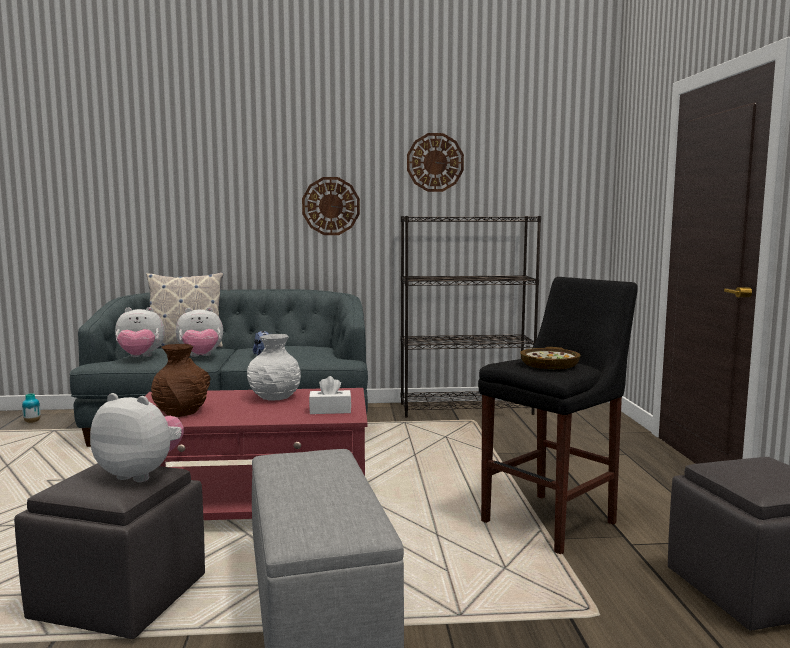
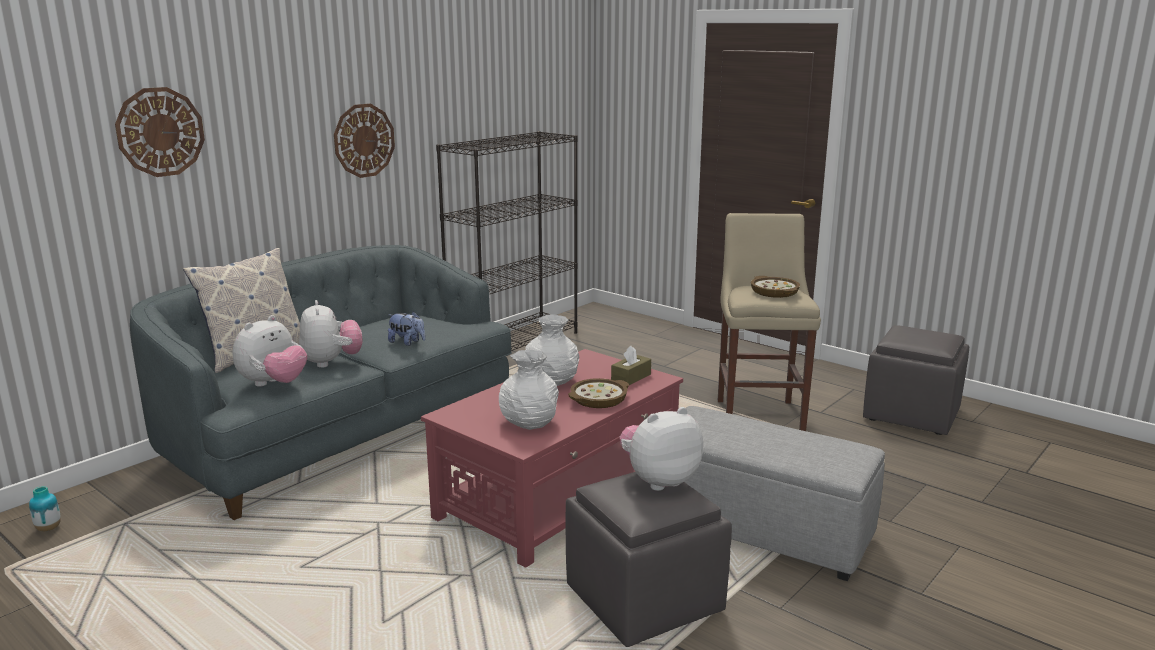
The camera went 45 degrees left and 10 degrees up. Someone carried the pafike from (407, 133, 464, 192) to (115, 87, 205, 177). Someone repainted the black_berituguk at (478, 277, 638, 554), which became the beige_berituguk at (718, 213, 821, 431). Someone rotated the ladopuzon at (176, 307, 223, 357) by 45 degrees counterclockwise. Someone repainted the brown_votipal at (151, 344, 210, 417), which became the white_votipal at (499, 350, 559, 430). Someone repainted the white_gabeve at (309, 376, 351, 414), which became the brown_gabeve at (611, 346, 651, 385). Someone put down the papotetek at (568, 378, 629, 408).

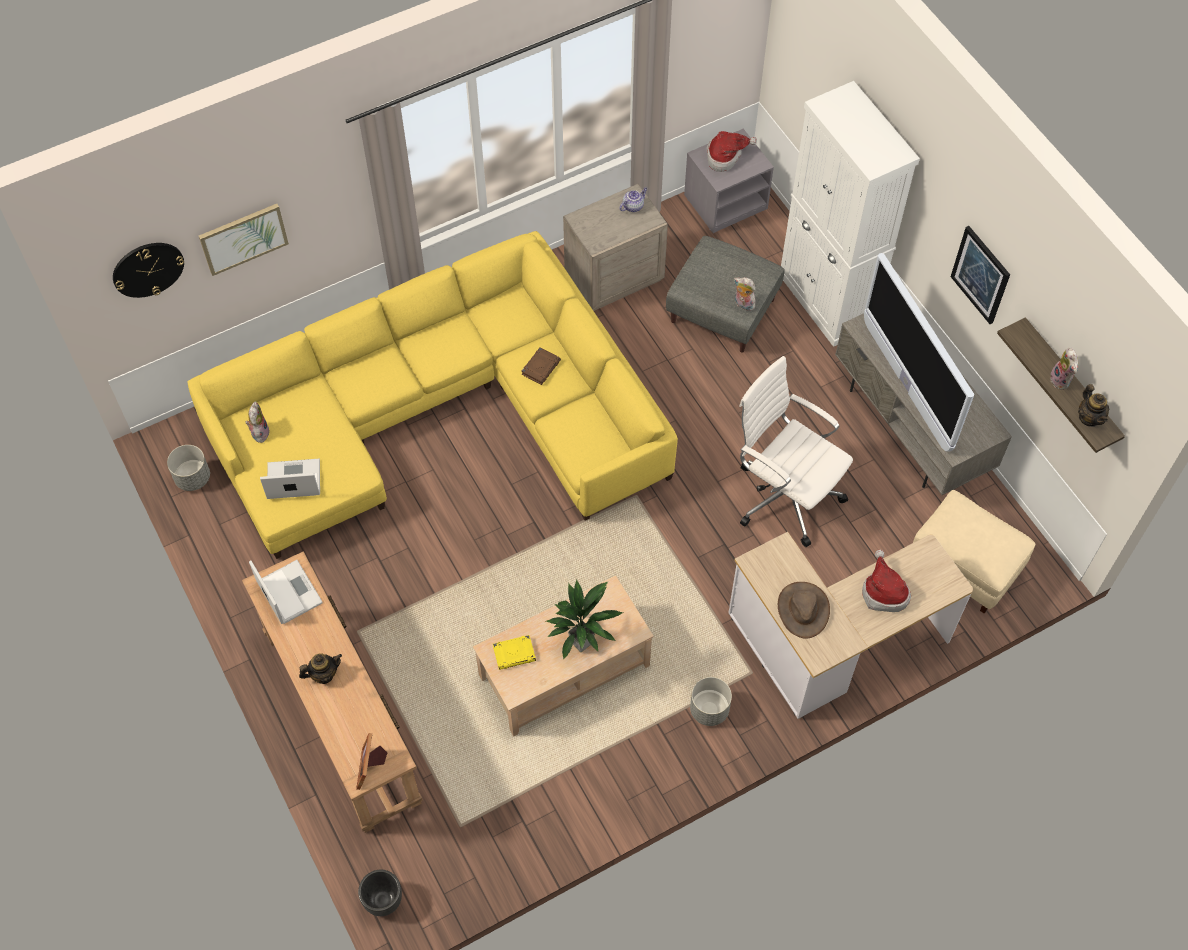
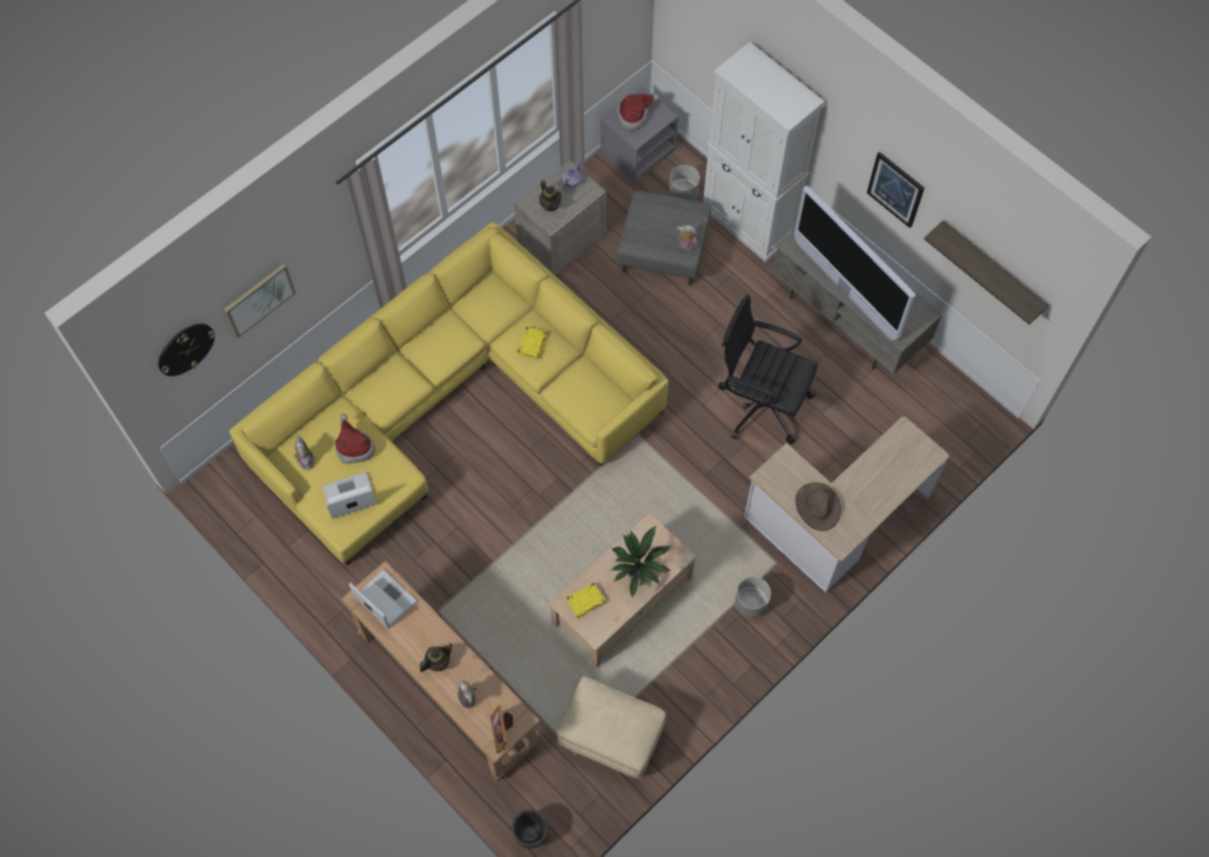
The camera went 15 degrees left and 5 degrees up. Someone repainted the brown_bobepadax at (521, 347, 561, 385), which became the yellow_bobepadax at (517, 326, 547, 360). Someone carried the ladopuzon from (1048, 347, 1079, 390) to (458, 680, 477, 709). Someone repainted the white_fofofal at (739, 356, 853, 547), which became the black_fofofal at (718, 294, 818, 445). Someone carried the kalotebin from (1078, 384, 1109, 427) to (539, 180, 561, 211). Someone carried the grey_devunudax from (167, 445, 210, 491) to (669, 165, 700, 200). Someone carried the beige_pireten from (913, 490, 1036, 613) to (557, 676, 666, 780). Someone carried the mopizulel from (862, 550, 911, 612) to (335, 414, 375, 464).

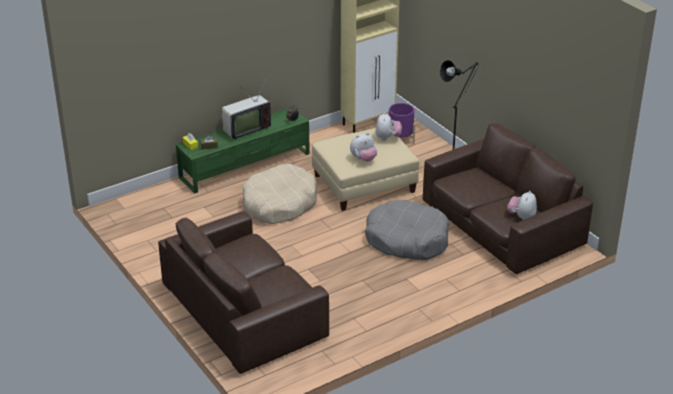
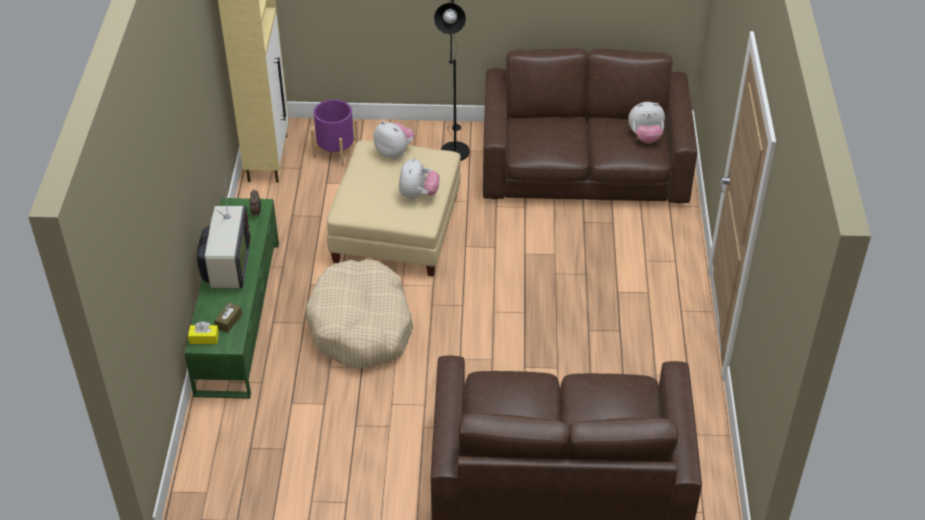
The camera went 55 degrees left and 10 degrees up. Someone rotated the ladopuzon at (507, 191, 537, 220) by 60 degrees counterclockwise. Someone took away the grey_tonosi at (365, 200, 449, 260).

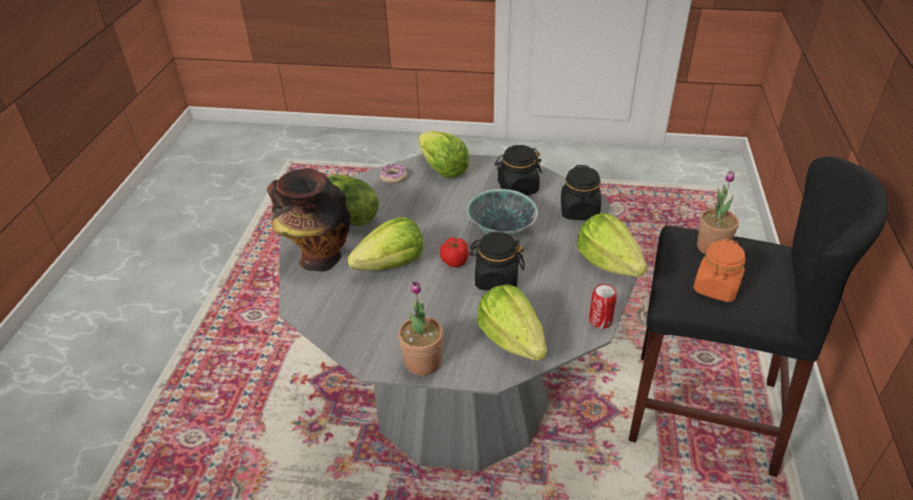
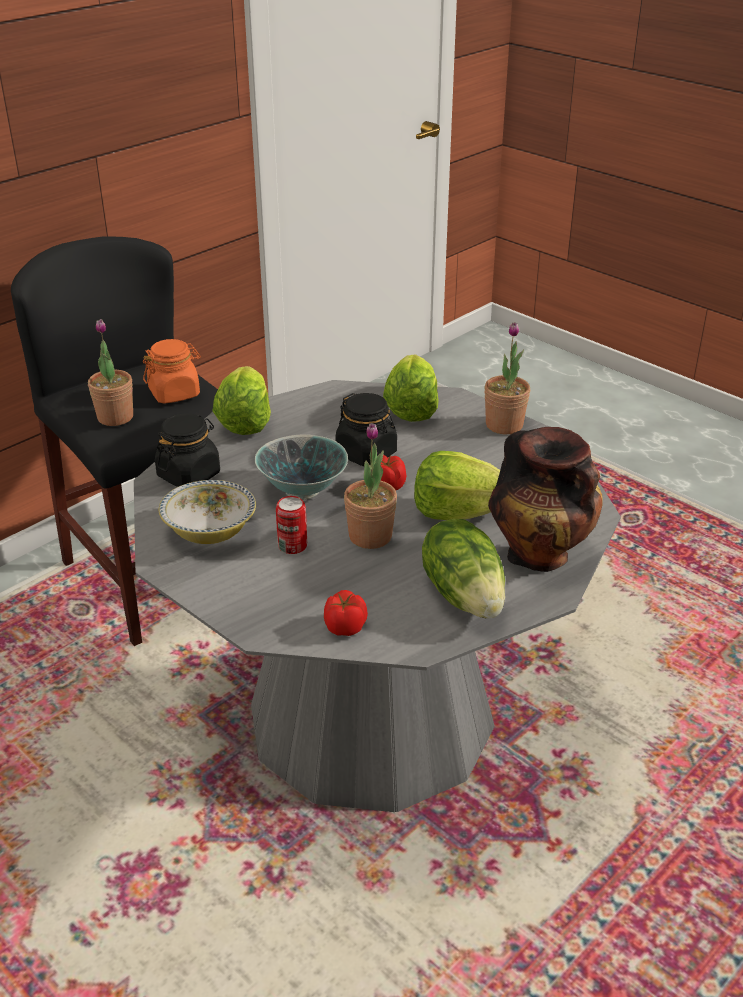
The camera went 145 degrees left and 5 degrees down. Someone took away the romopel at (418, 131, 470, 178). Someone swapped the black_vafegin at (495, 145, 542, 195) for the papotetek at (159, 480, 256, 544). Someone swapped the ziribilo at (380, 164, 407, 184) for the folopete at (324, 590, 368, 636). Someone carried the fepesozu from (589, 284, 617, 329) to (276, 496, 307, 554). Someone put down the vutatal at (344, 423, 397, 549).

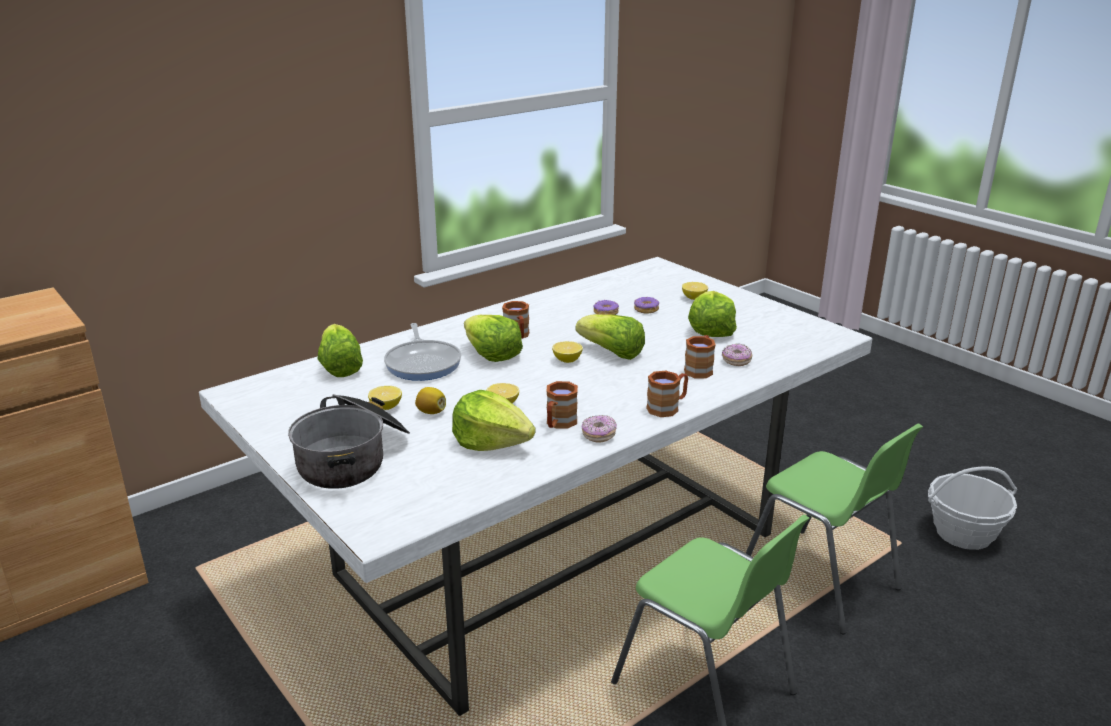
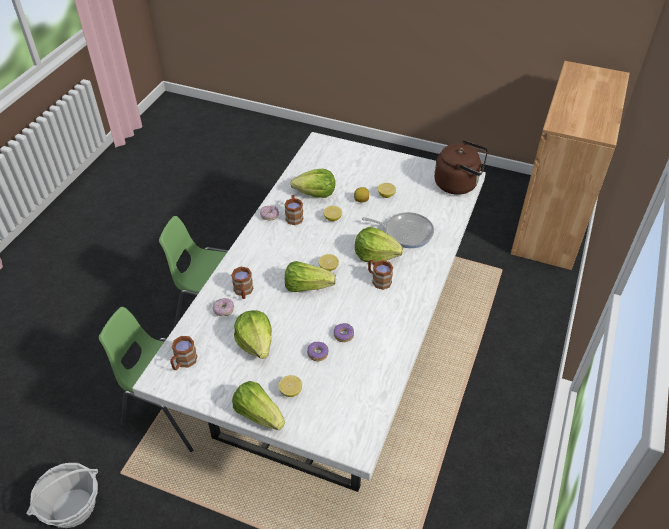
The camera went 150 degrees right and 20 degrees up. Someone rotated the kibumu at (384, 323, 461, 381) by 150 degrees clockwise. Someone carried the romopel from (317, 324, 363, 377) to (232, 381, 285, 430). Someone carried the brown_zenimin from (646, 371, 688, 417) to (170, 336, 197, 370). Someone took away the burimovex at (288, 394, 410, 489). Someone put down the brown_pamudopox at (434, 140, 488, 195).

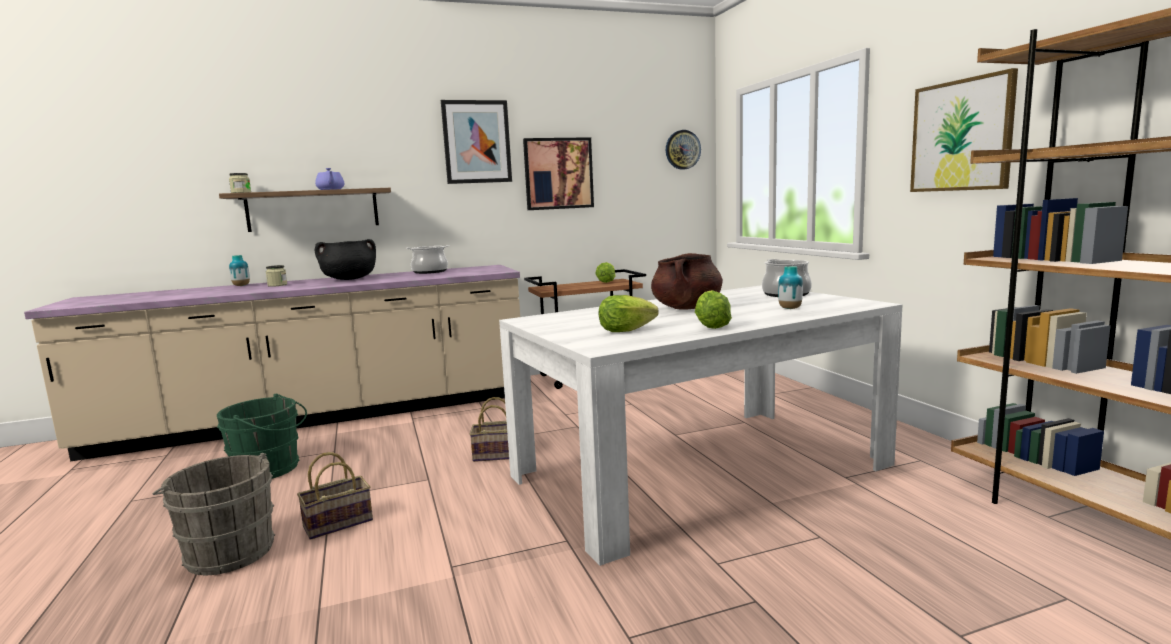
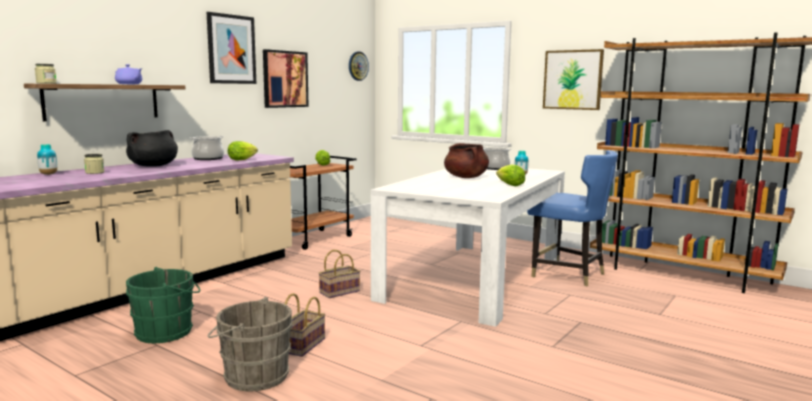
The camera went 35 degrees left and 0 degrees up. Someone carried the romopel from (599, 295, 658, 332) to (228, 141, 258, 161). Someone put down the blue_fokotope at (527, 150, 618, 286).

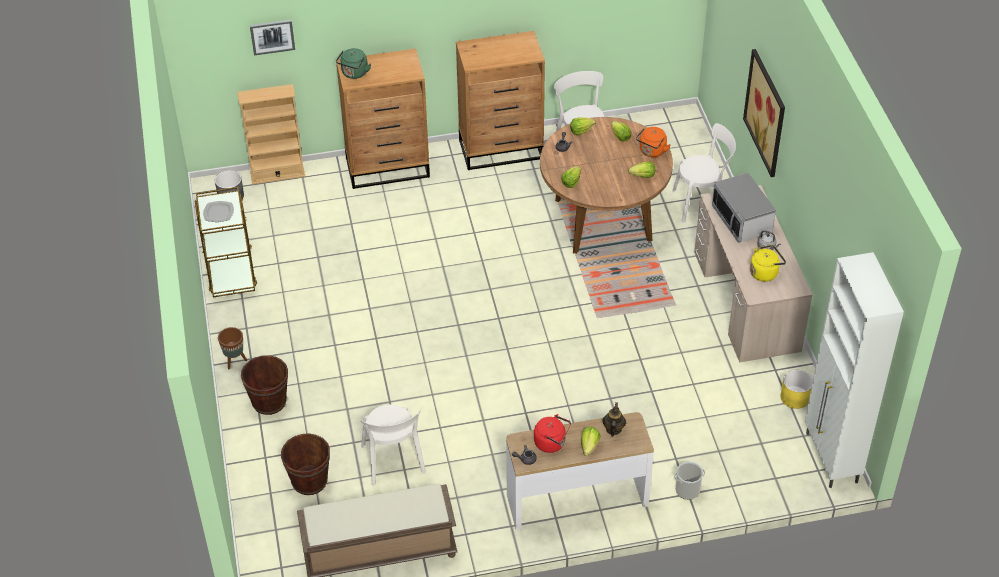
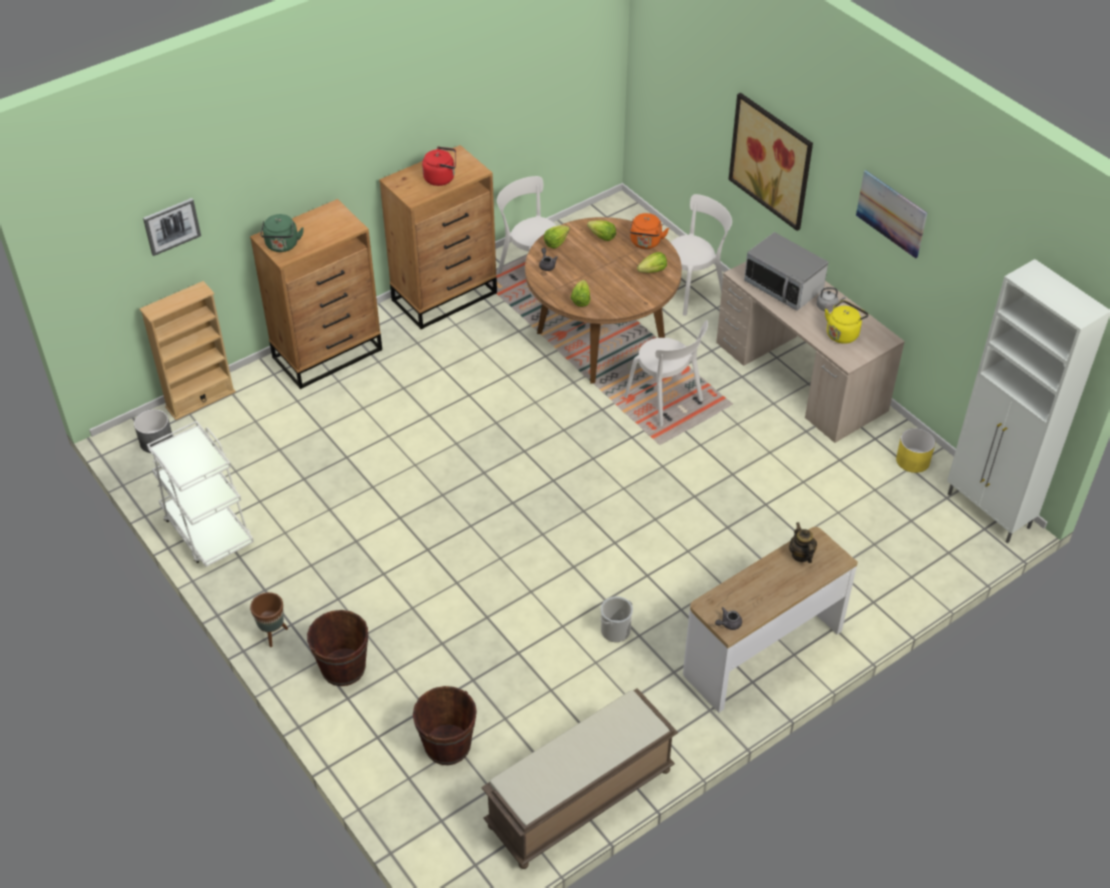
The camera went 25 degrees left and 0 degrees up. Someone repainted the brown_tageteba at (195, 187, 257, 297), which became the white_tageteba at (147, 421, 254, 567). Someone took away the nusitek at (203, 201, 234, 222). Someone carried the white_fokotope from (361, 404, 426, 485) to (624, 320, 708, 427). Someone carried the red_pamudopox from (534, 414, 571, 453) to (422, 146, 456, 186). Someone took away the romopel at (581, 427, 600, 456). Someone carried the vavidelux from (674, 462, 705, 500) to (601, 596, 633, 642). Someone put up the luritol at (856, 170, 927, 258).

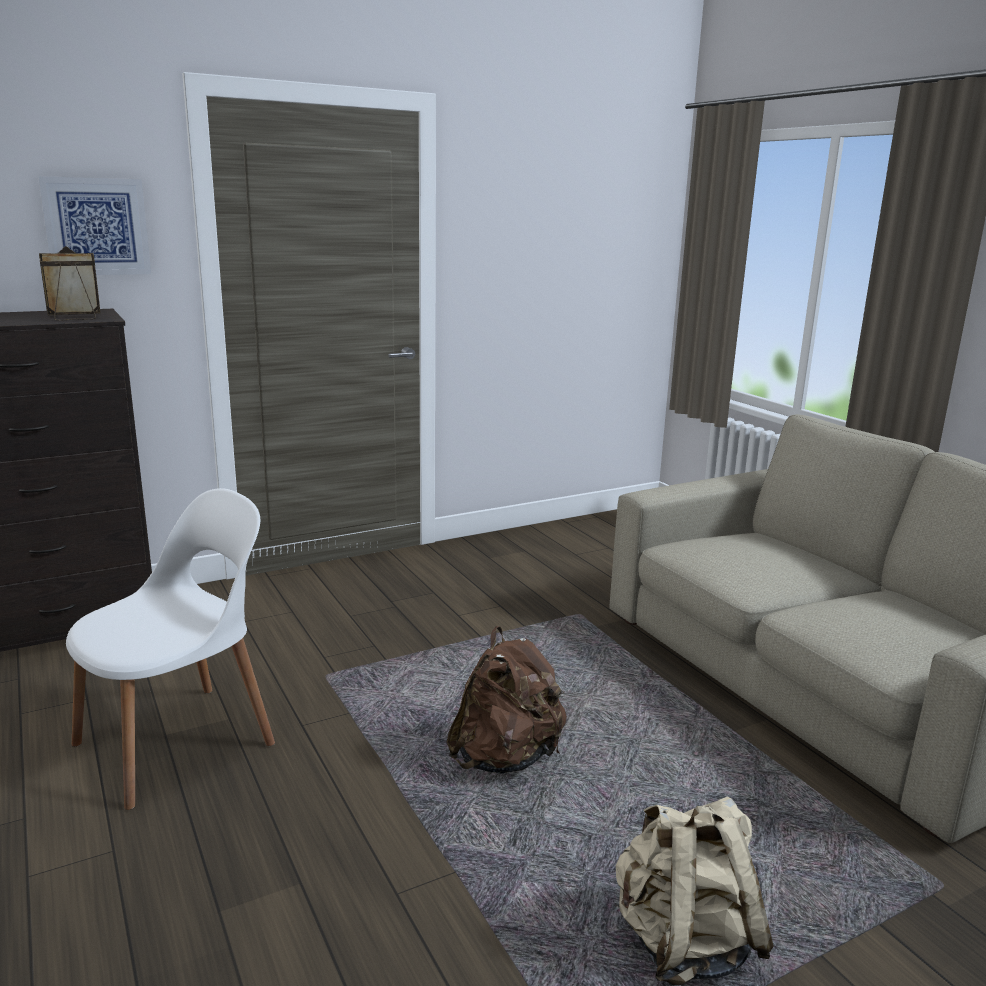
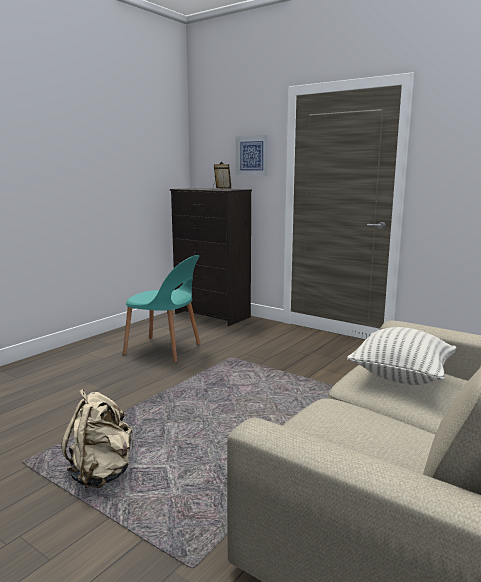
The camera went 65 degrees right and 5 degrees down. Someone repainted the white_fokotope at (66, 488, 275, 810), which became the turquoise_fokotope at (123, 255, 200, 363). Someone took away the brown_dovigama at (447, 626, 567, 774). Someone put down the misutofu at (347, 327, 456, 385).

